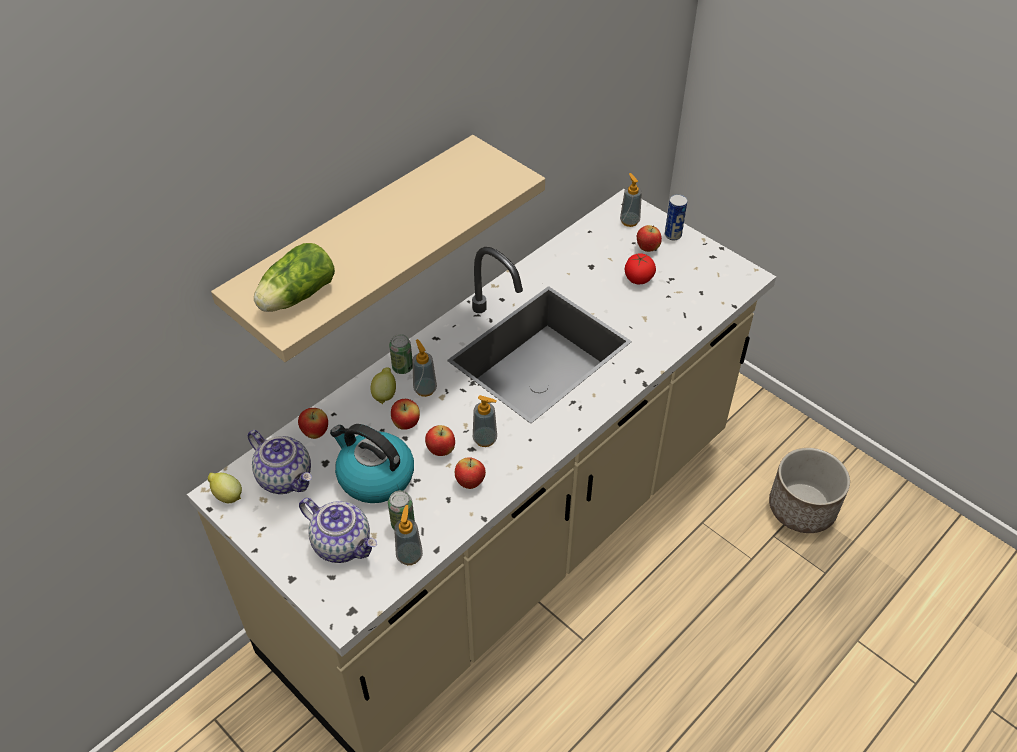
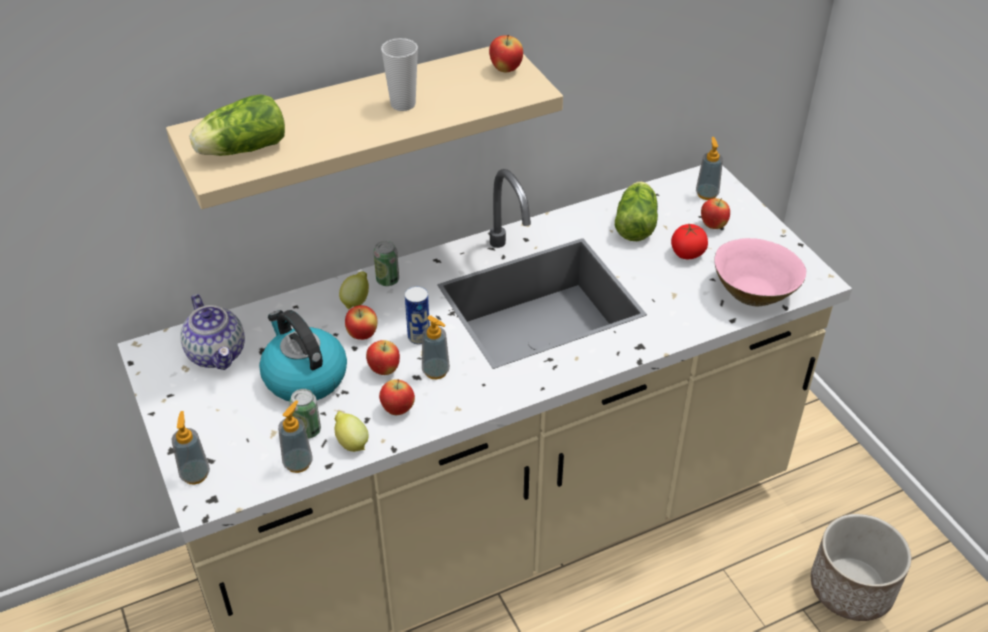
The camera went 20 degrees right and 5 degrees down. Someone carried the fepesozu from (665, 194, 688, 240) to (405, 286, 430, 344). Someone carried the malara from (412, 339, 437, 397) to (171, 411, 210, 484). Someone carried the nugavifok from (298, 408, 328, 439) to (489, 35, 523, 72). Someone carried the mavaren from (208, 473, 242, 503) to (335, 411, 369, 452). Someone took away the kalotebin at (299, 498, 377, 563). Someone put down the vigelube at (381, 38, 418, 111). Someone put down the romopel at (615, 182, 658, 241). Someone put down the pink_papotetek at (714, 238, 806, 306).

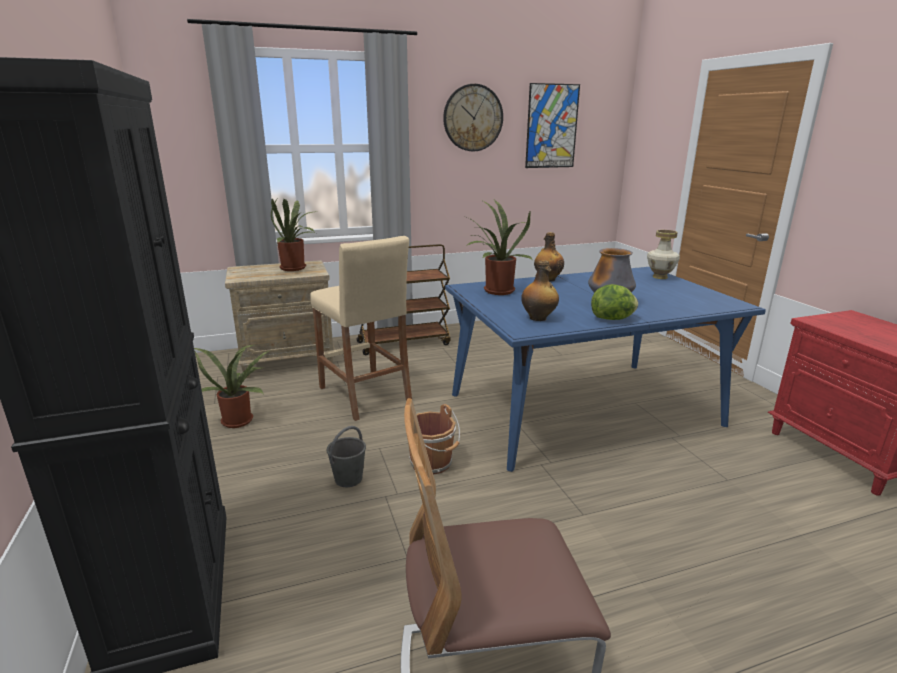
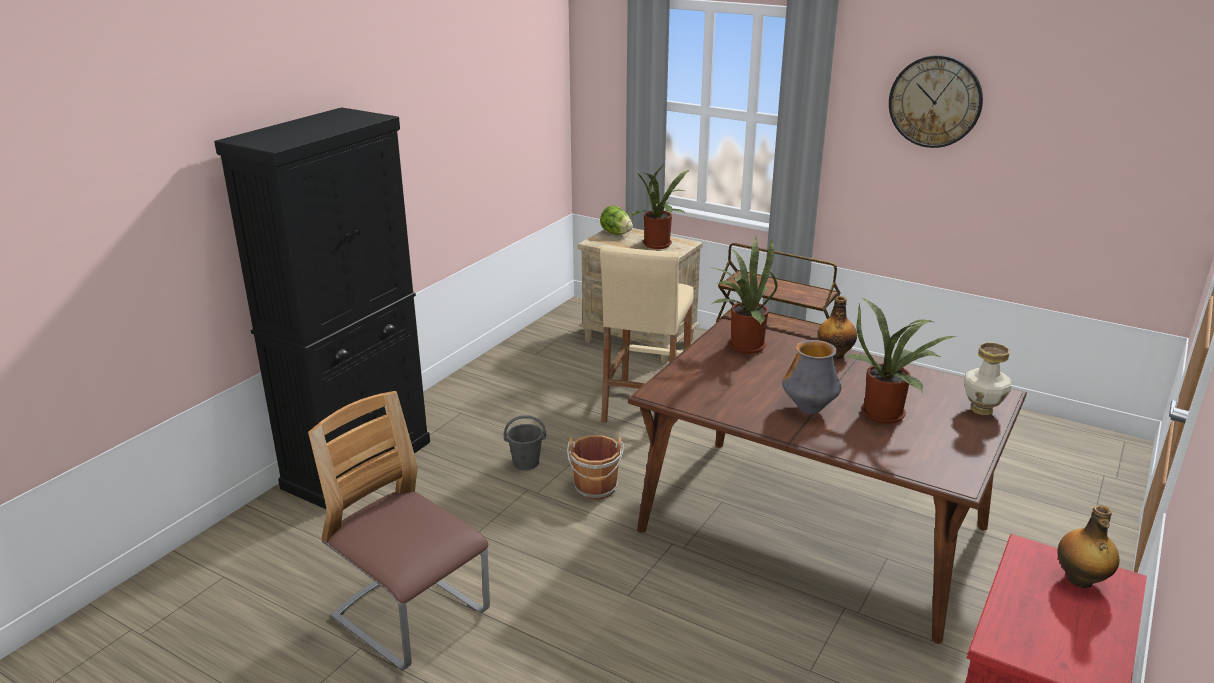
The camera went 50 degrees right and 5 degrees up. Someone took away the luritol at (525, 83, 580, 168). Someone carried the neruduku from (521, 261, 559, 321) to (1057, 505, 1119, 588). Someone repainted the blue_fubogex at (445, 267, 766, 472), which became the brown_fubogex at (628, 318, 1027, 644). Someone carried the romopel from (591, 284, 638, 320) to (600, 206, 633, 235). Someone carried the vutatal from (194, 345, 271, 428) to (846, 297, 957, 424).

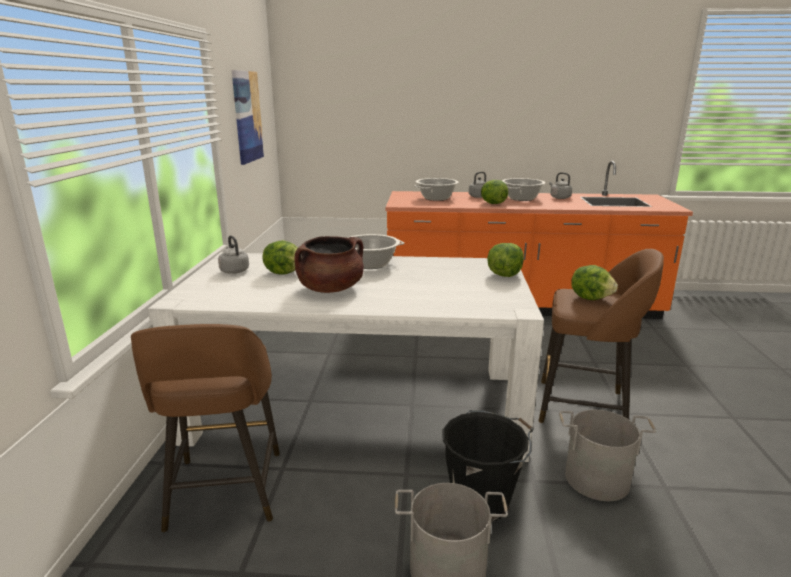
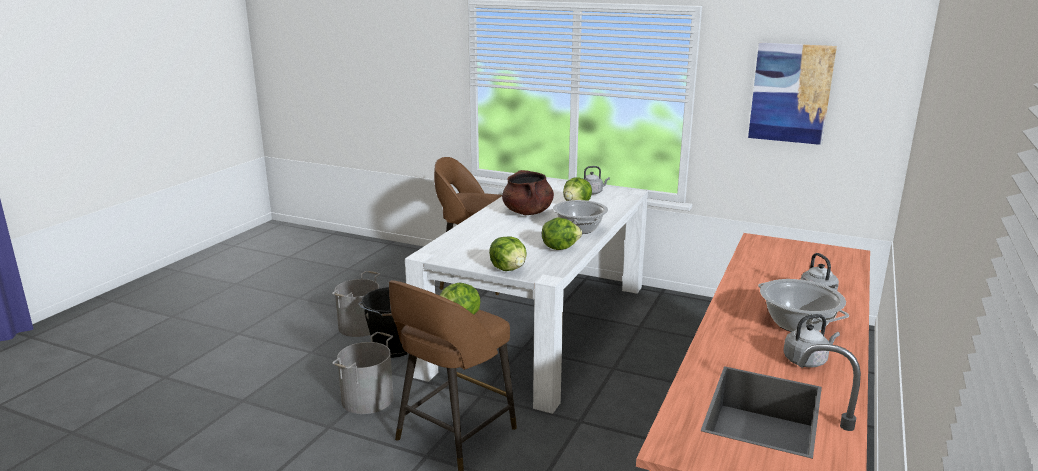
The camera went 110 degrees right and 0 degrees up. Someone took away the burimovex at (414, 178, 459, 201). Someone carried the romopel from (481, 180, 508, 204) to (542, 217, 582, 250).

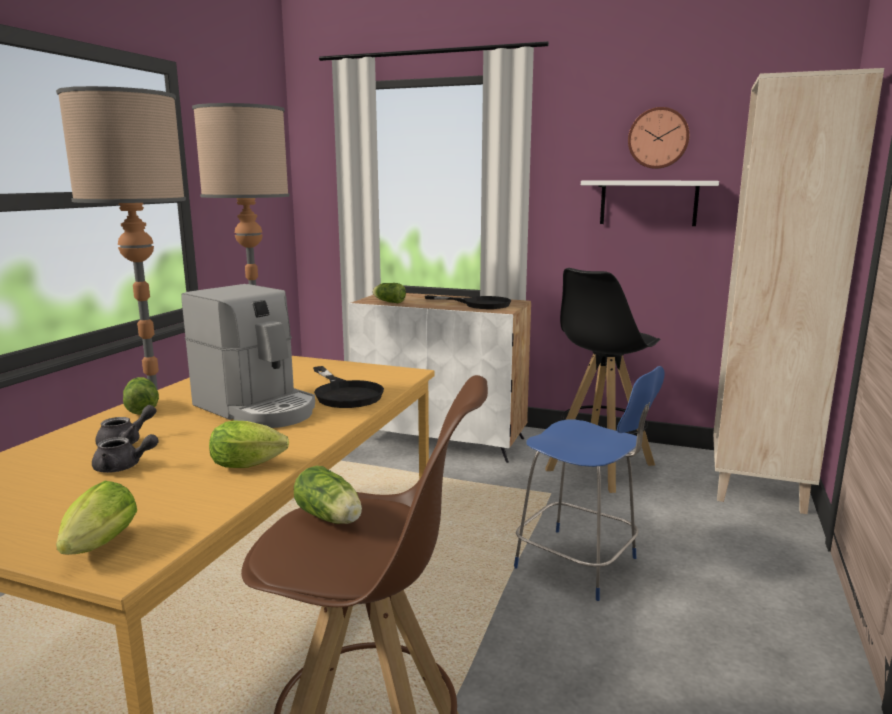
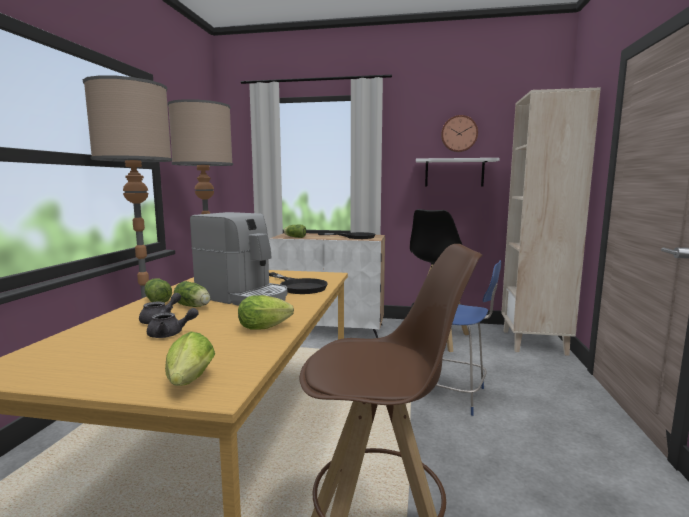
The camera went 10 degrees left and 5 degrees down. Someone carried the romopel from (294, 466, 362, 524) to (174, 281, 210, 307).

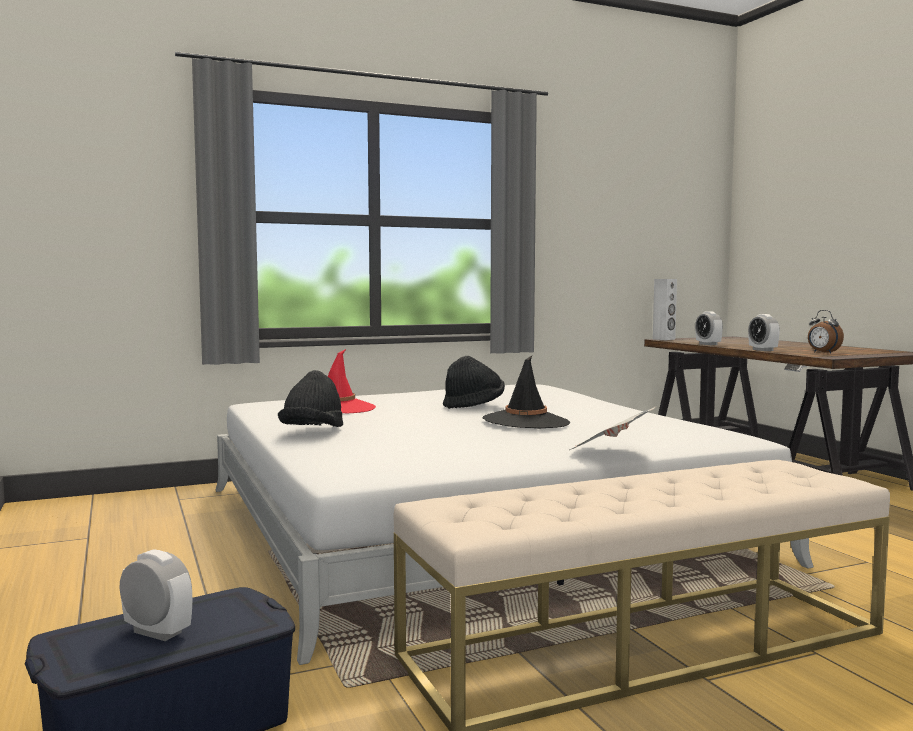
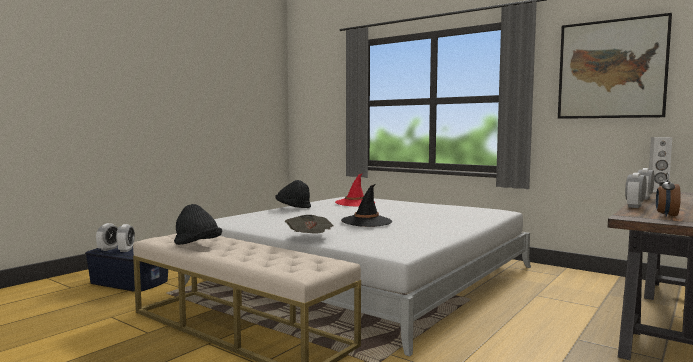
The camera went 60 degrees right and 0 degrees up. Someone carried the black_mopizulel from (443, 356, 505, 409) to (174, 204, 222, 245). Someone put up the luritol at (558, 13, 672, 119). Someone put down the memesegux at (96, 223, 118, 251).

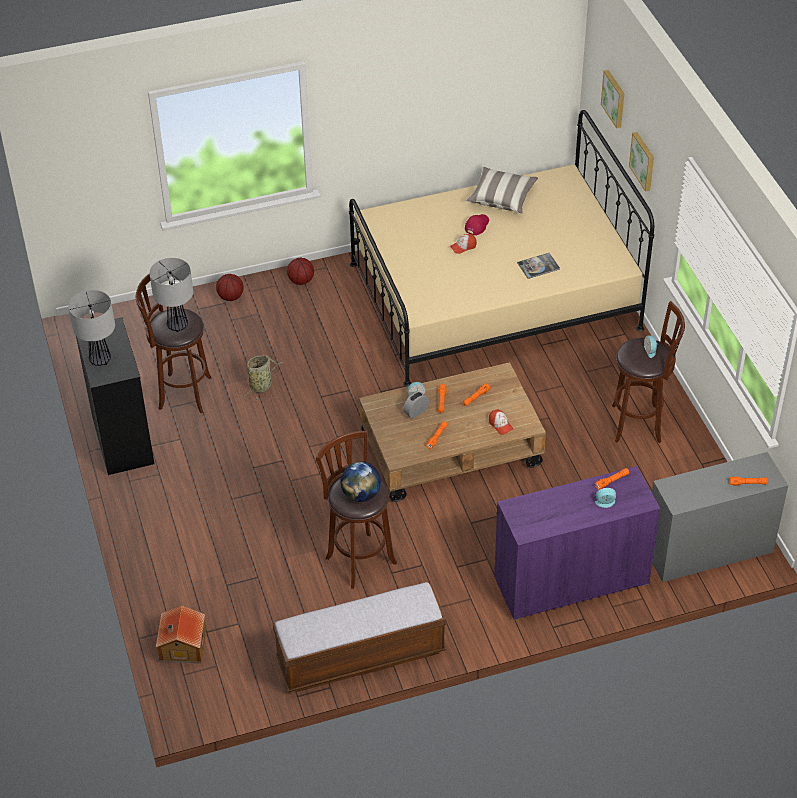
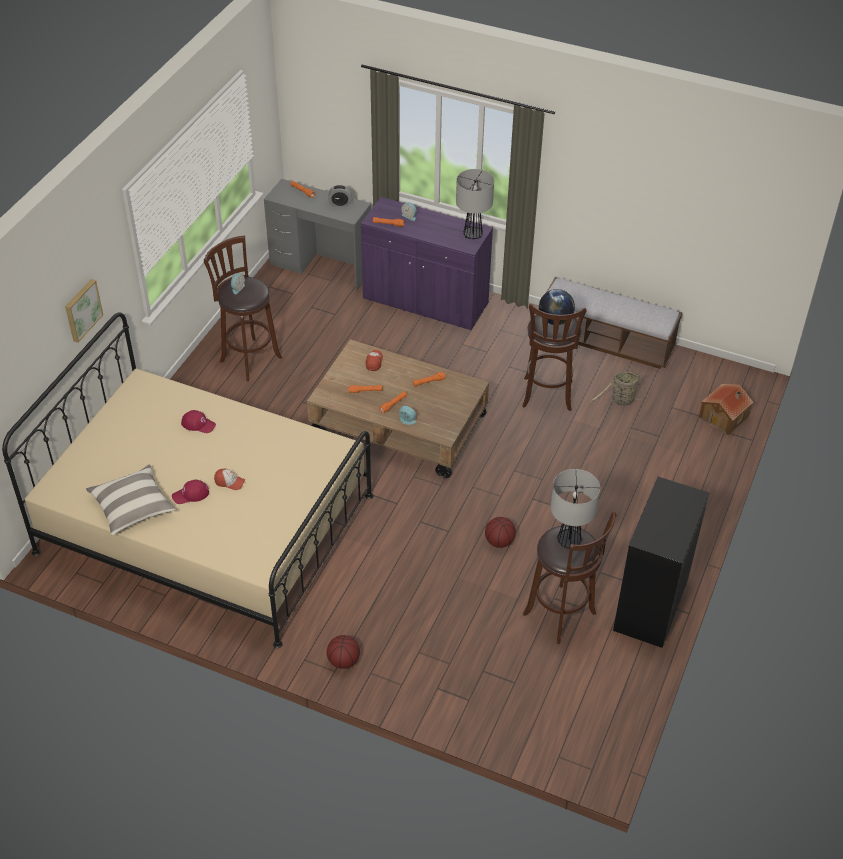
The camera went 140 degrees left and 0 degrees up. Someone took away the luritol at (601, 70, 624, 128). Someone swapped the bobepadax at (517, 253, 560, 279) for the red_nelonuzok at (181, 410, 216, 433). Someone carried the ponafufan from (216, 274, 244, 301) to (485, 517, 516, 548). Someone carried the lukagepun from (68, 290, 115, 366) to (456, 169, 494, 239). Someone carried the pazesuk from (244, 355, 283, 400) to (591, 372, 646, 407). Someone carried the memesegux from (403, 392, 429, 419) to (328, 185, 352, 207).

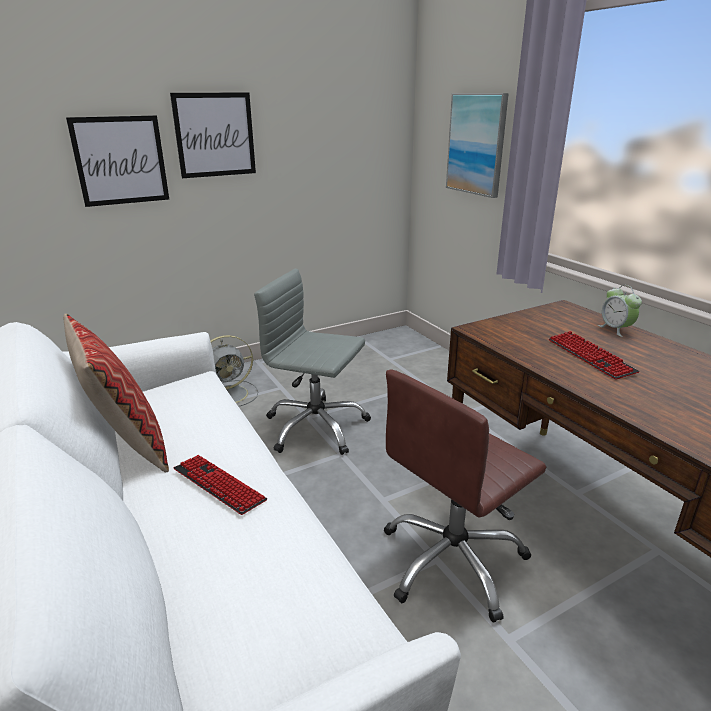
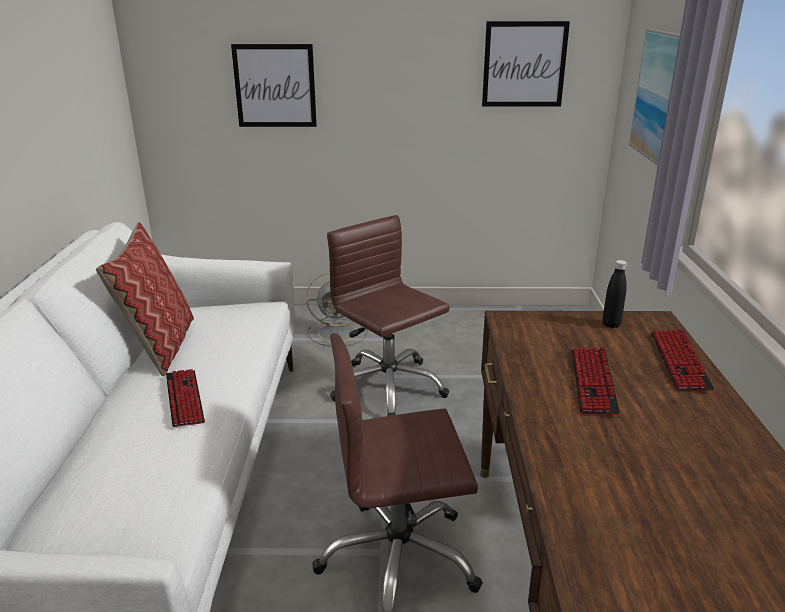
The camera went 30 degrees right and 0 degrees up. Someone carried the luritol from (170, 92, 256, 178) to (482, 21, 570, 107). Someone repainted the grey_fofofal at (254, 269, 371, 455), which became the brown_fofofal at (327, 215, 449, 416). Someone swapped the memesegux at (598, 285, 642, 337) for the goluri at (651, 329, 714, 391). Someone put down the black_neruduku at (603, 260, 627, 328).

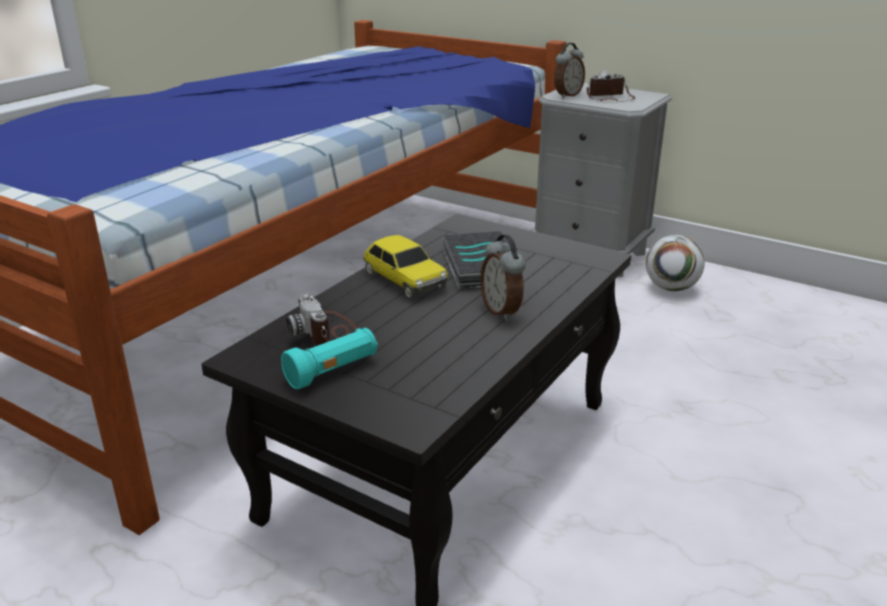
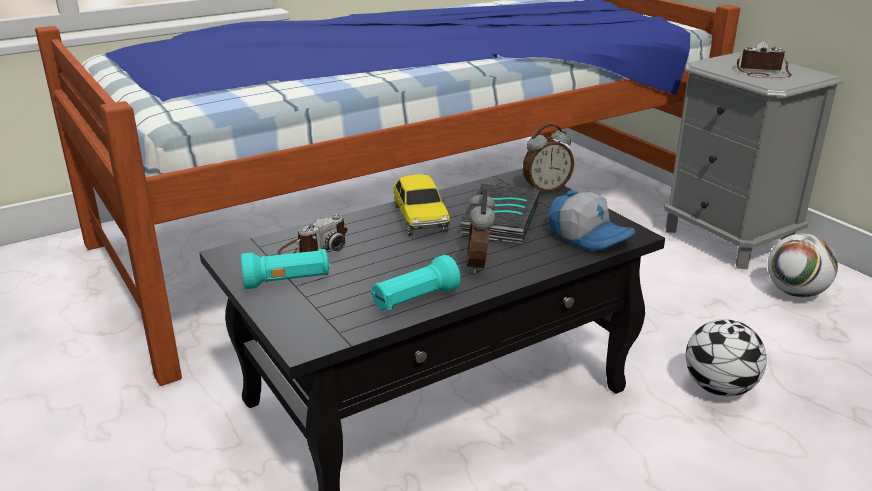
The camera went 25 degrees right and 0 degrees up. Someone carried the memesegux from (554, 43, 585, 98) to (523, 124, 574, 192). Someone rotated the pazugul at (286, 293, 358, 346) by 135 degrees counterclockwise. Someone put down the nelonuzok at (549, 190, 635, 251). Someone put down the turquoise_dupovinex at (371, 255, 461, 310). Someone put down the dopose at (686, 319, 767, 397).

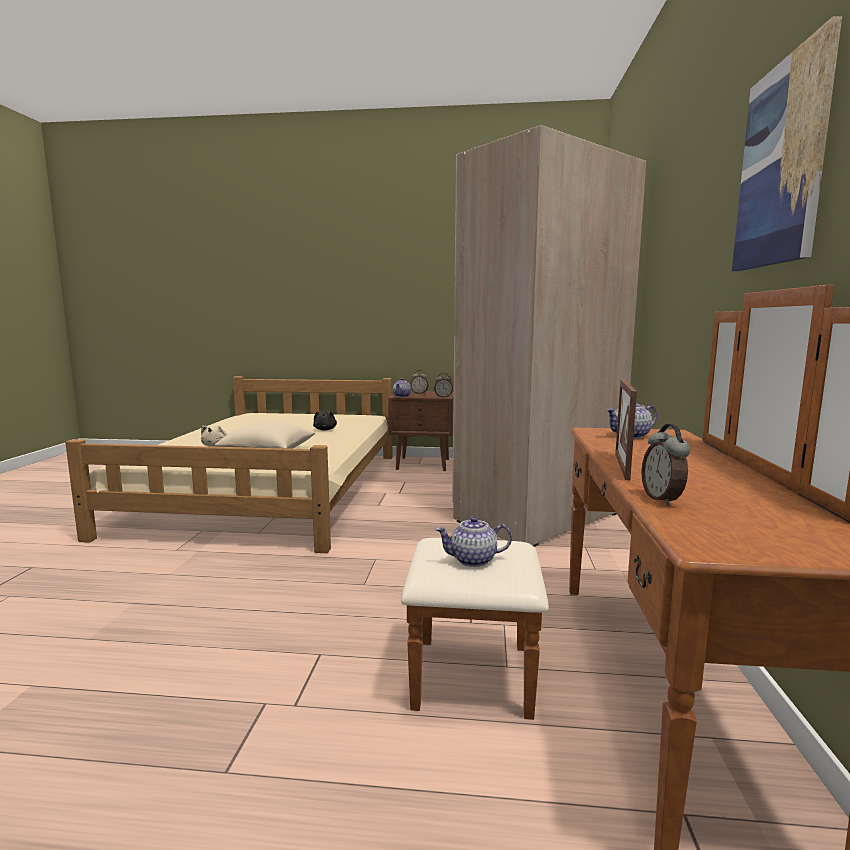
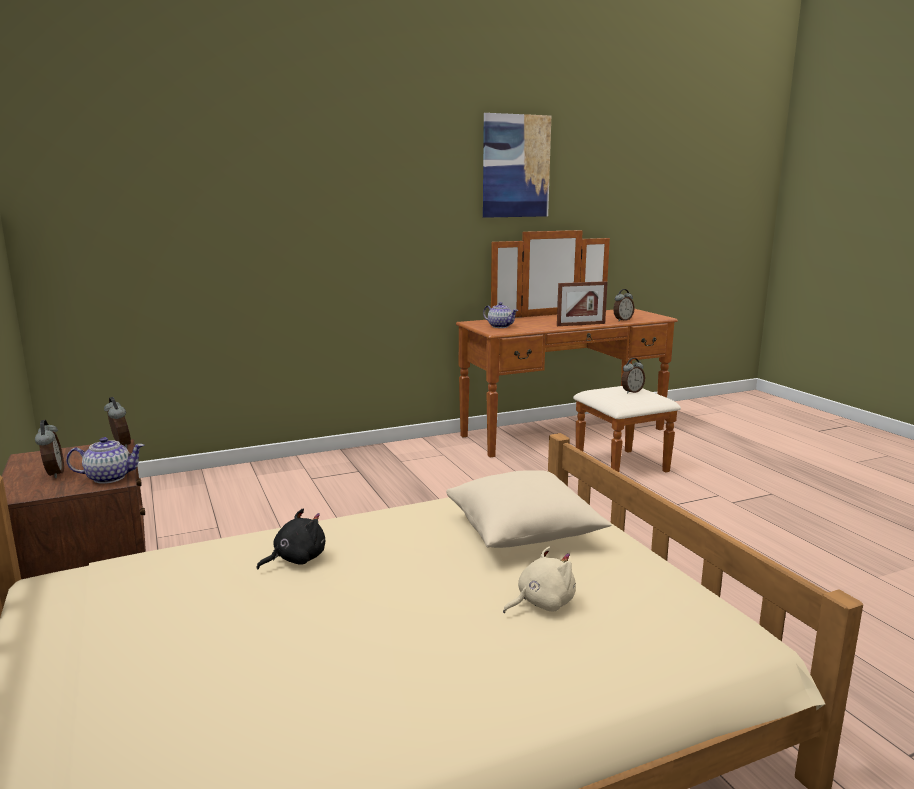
The camera went 120 degrees left and 5 degrees up. Someone took away the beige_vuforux at (452, 125, 646, 547). Someone swapped the kalotebin at (435, 516, 512, 567) for the memesegux at (621, 358, 645, 394).

